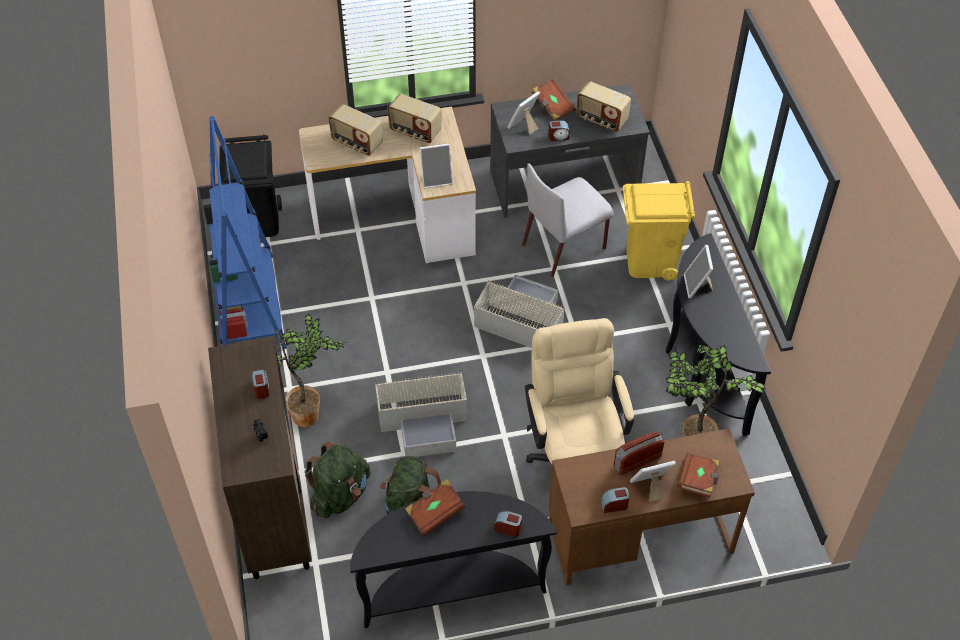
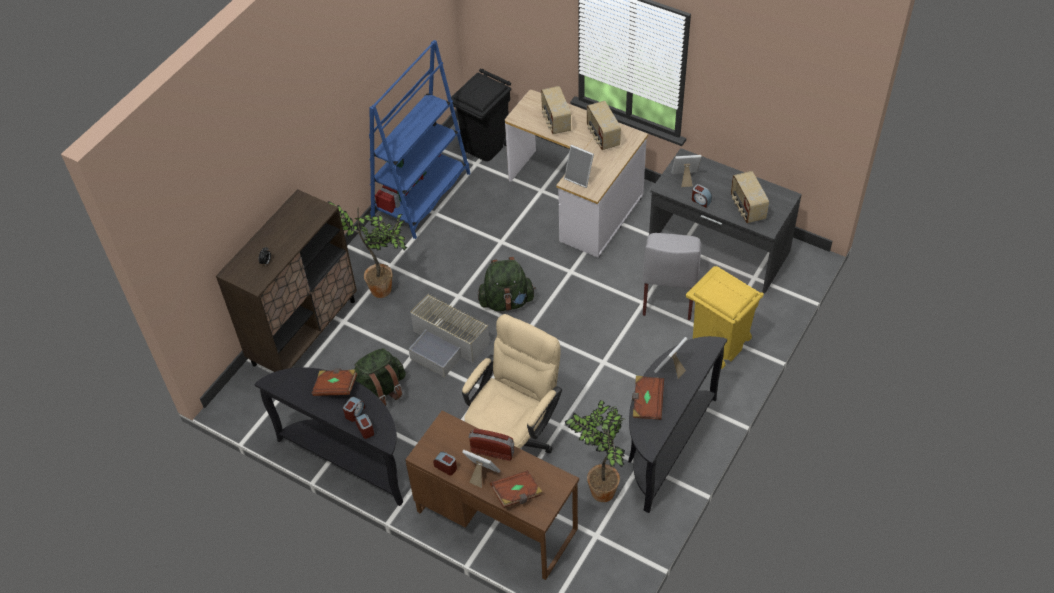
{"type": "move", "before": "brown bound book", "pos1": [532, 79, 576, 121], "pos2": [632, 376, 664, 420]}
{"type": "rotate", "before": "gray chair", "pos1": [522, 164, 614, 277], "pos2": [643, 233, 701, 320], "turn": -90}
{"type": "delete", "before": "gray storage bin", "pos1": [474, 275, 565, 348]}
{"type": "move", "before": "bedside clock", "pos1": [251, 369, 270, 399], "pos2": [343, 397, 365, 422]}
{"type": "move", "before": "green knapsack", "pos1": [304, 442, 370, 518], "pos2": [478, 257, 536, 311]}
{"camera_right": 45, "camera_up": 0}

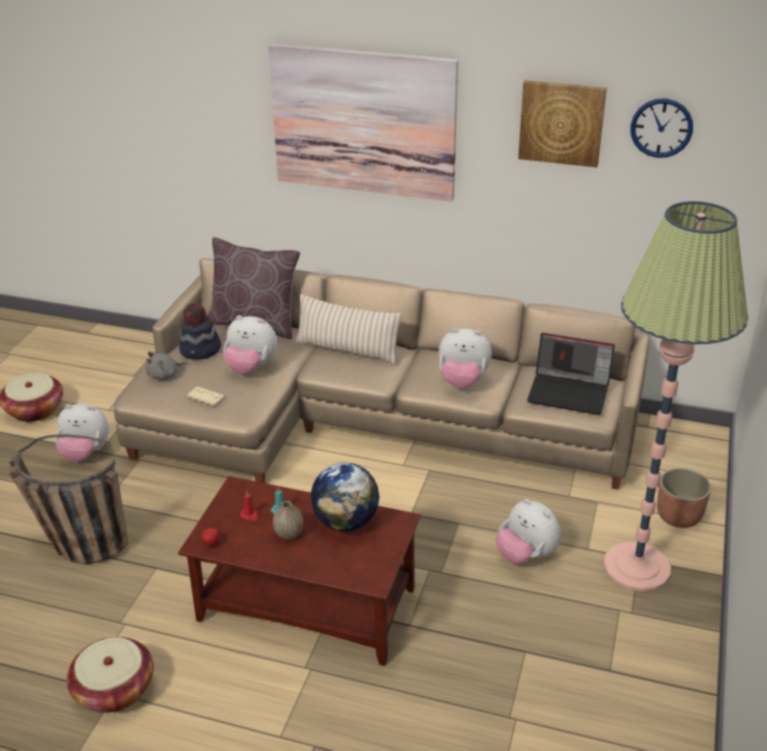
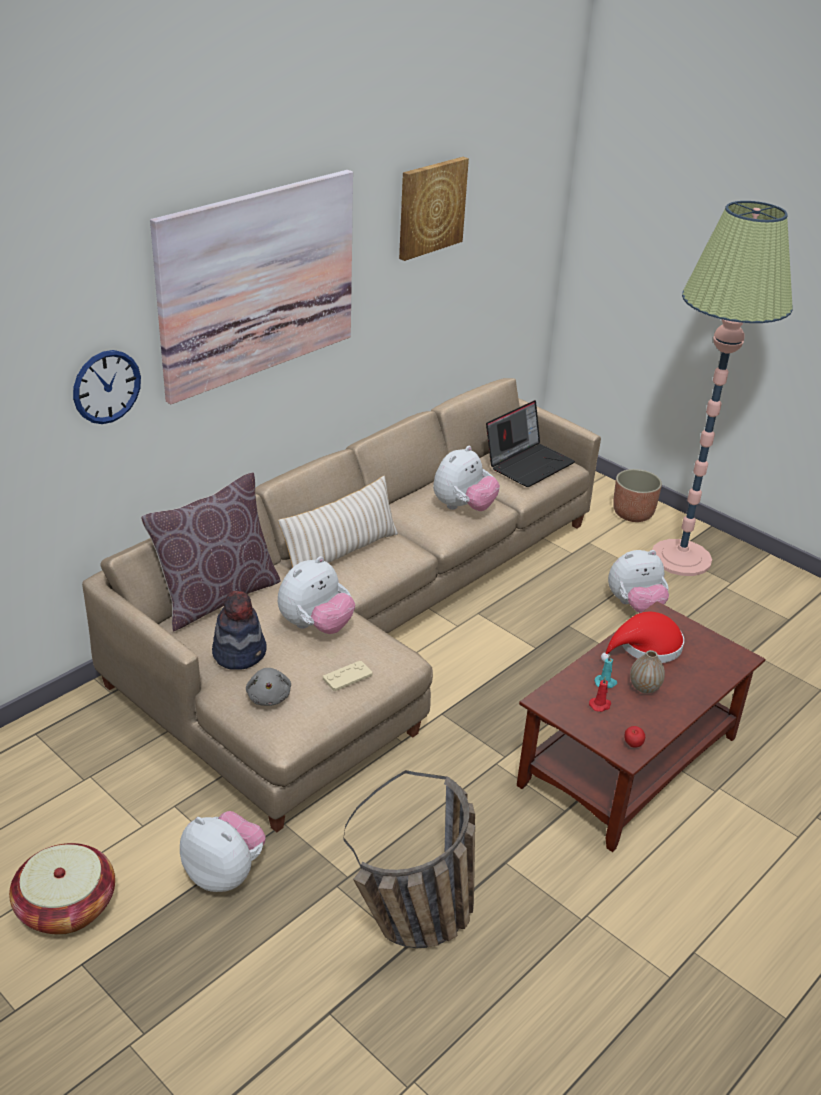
{"type": "move", "before": "hanging clock", "pos1": [630, 98, 693, 158], "pos2": [73, 350, 141, 424]}
{"type": "rotate", "before": "soft toy", "pos1": [55, 404, 109, 462], "pos2": [180, 811, 266, 892], "turn": -90}
{"type": "replace", "before": "globe", "after": "reddish hat", "pos1": [310, 463, 379, 531], "pos2": [601, 612, 684, 663]}
{"type": "delete", "before": "household basket", "pos1": [67, 637, 154, 713]}
{"camera_right": -65, "camera_up": 0}

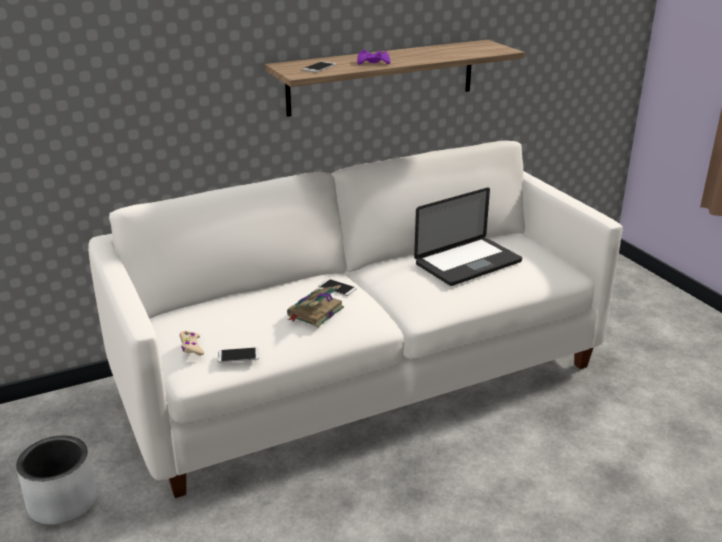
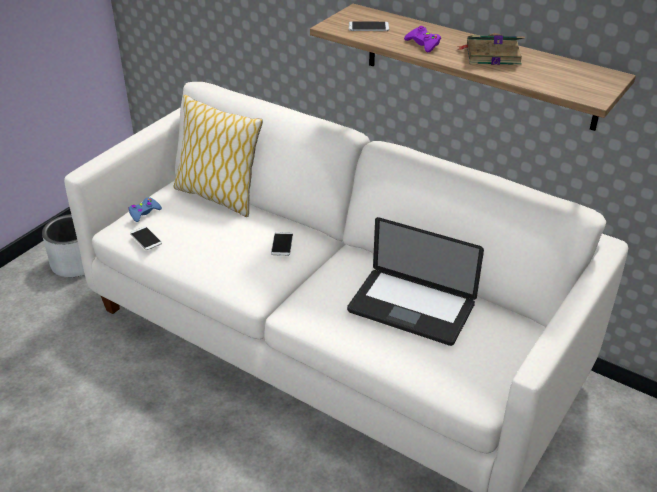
{"type": "move", "before": "bound book", "pos1": [287, 285, 344, 327], "pos2": [457, 33, 525, 65]}
{"type": "recolor", "before": "beige-coloured joypad", "after": "blue-coloured joypad", "pos1": [180, 331, 204, 356], "pos2": [129, 197, 162, 222]}
{"type": "insert", "after": "pillow", "pos2": [173, 95, 263, 217]}
{"camera_right": 60, "camera_up": 10}

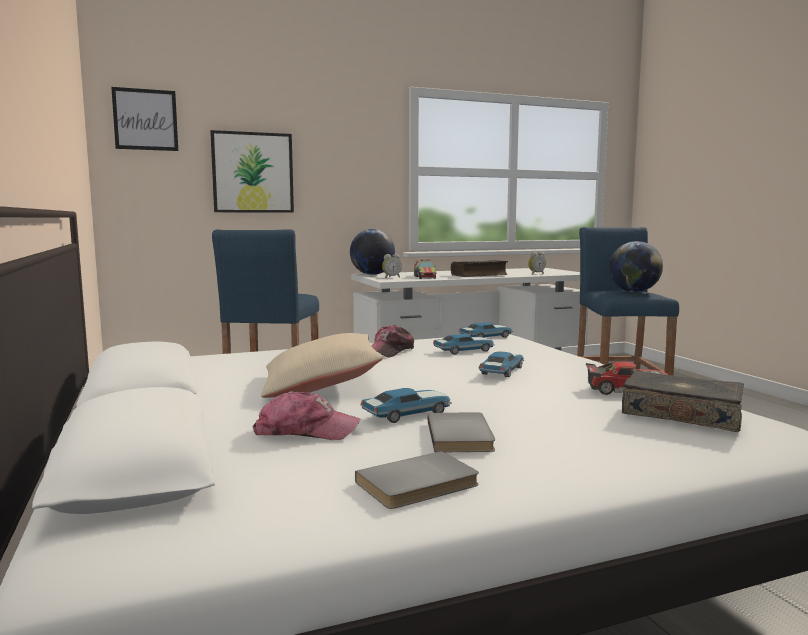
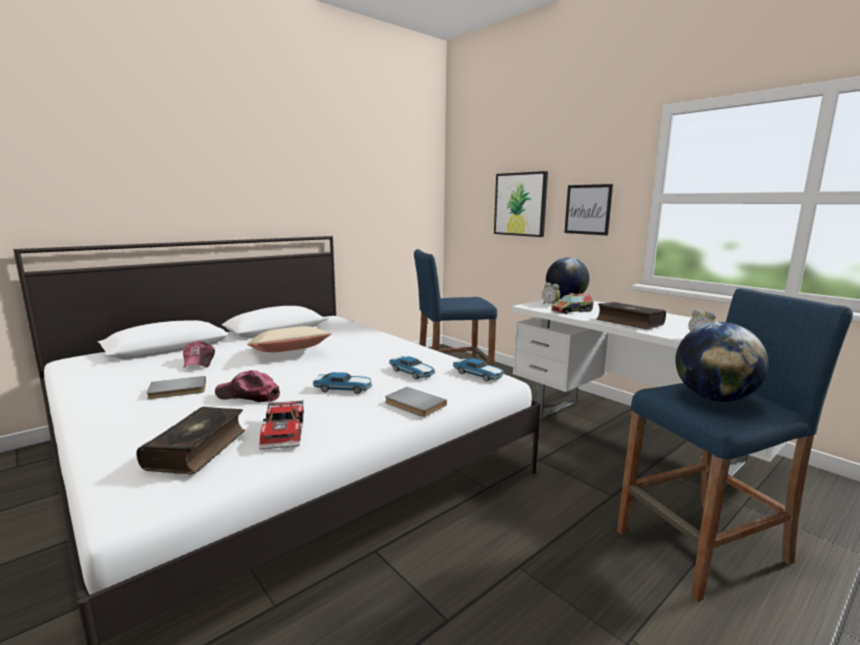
{"type": "move", "before": "picture", "pos1": [111, 87, 178, 151], "pos2": [564, 184, 613, 235]}
{"type": "move", "before": "baseball cap", "pos1": [371, 325, 414, 357], "pos2": [215, 370, 280, 402]}
{"type": "delete", "before": "miniature car", "pos1": [361, 388, 452, 423]}
{"type": "move", "before": "gray bound book", "pos1": [355, 451, 479, 509], "pos2": [385, 387, 447, 417]}
{"camera_right": 70, "camera_up": 5}

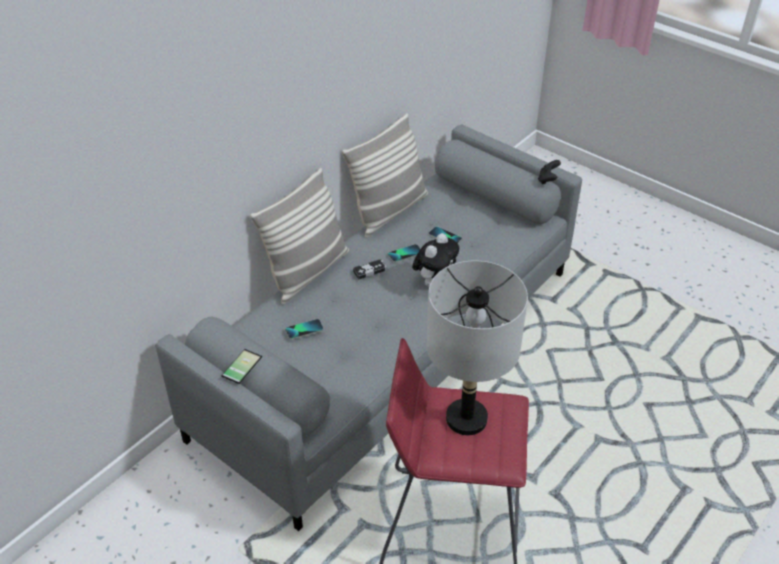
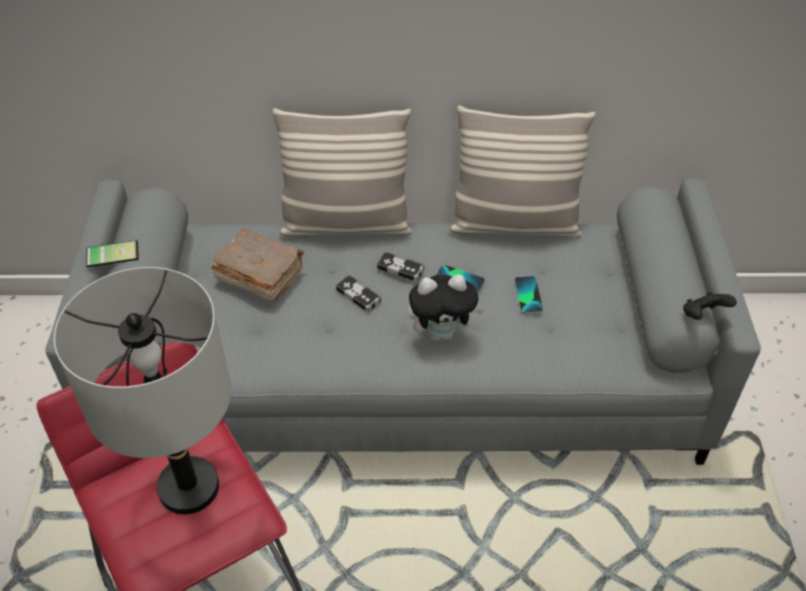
{"type": "replace", "before": "phone", "after": "brown bound book", "pos1": [285, 319, 324, 340], "pos2": [211, 229, 304, 301]}
{"type": "insert", "after": "joypad", "pos2": [336, 275, 381, 312]}
{"camera_right": 50, "camera_up": 5}

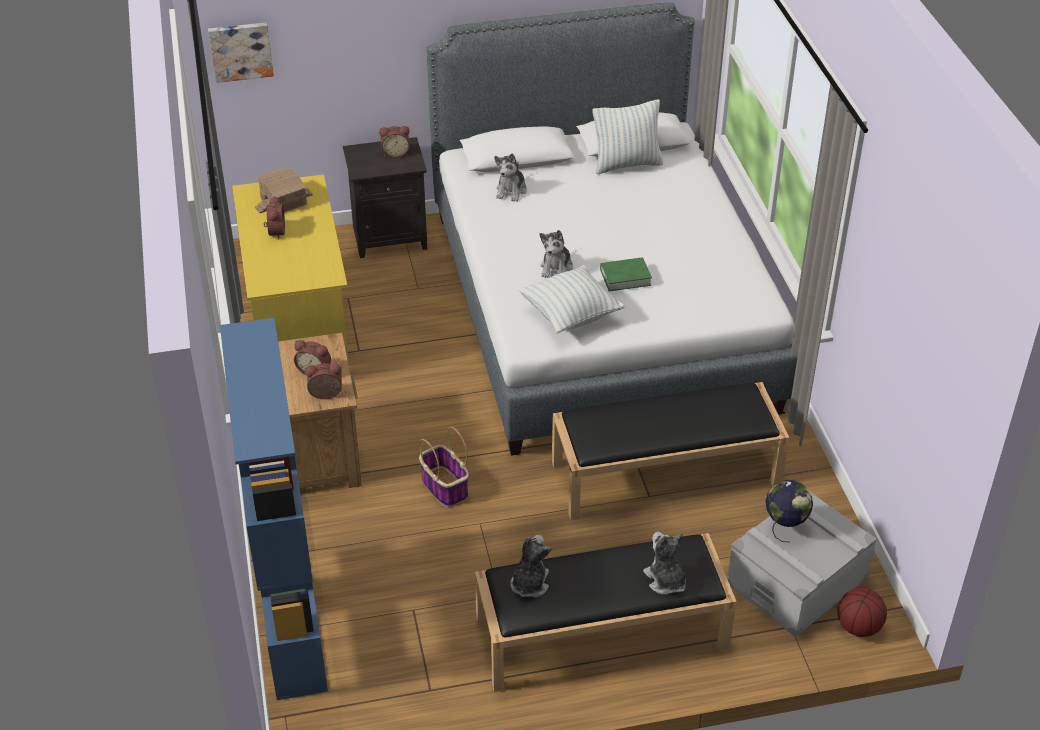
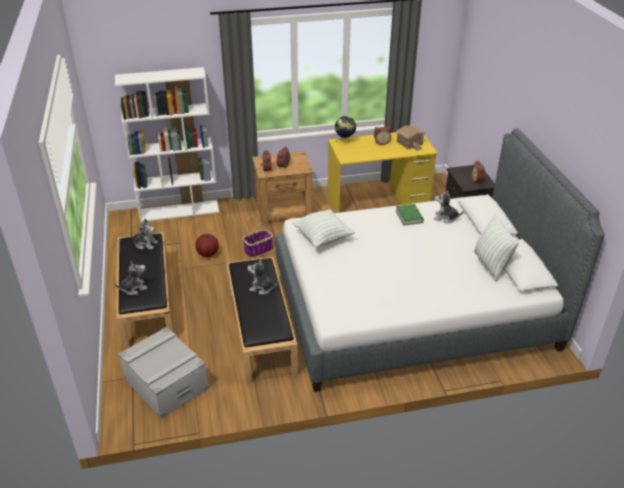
{"type": "delete", "before": "picture", "pos1": [208, 23, 274, 83]}
{"type": "move", "before": "soft toy", "pos1": [540, 230, 573, 278], "pos2": [247, 259, 279, 295]}
{"type": "move", "before": "green bound book", "pos1": [600, 257, 652, 291], "pos2": [396, 204, 424, 226]}
{"type": "recolor", "before": "blue-coloured bookshelf", "after": "whitish bookshelf", "pos1": [220, 318, 328, 700], "pos2": [115, 67, 219, 222]}
{"type": "move", "before": "globe", "pos1": [766, 480, 813, 543], "pos2": [335, 116, 356, 143]}
{"type": "move", "before": "basketball ball", "pos1": [837, 588, 887, 637], "pos2": [195, 234, 219, 257]}
{"camera_right": 90, "camera_up": -5}

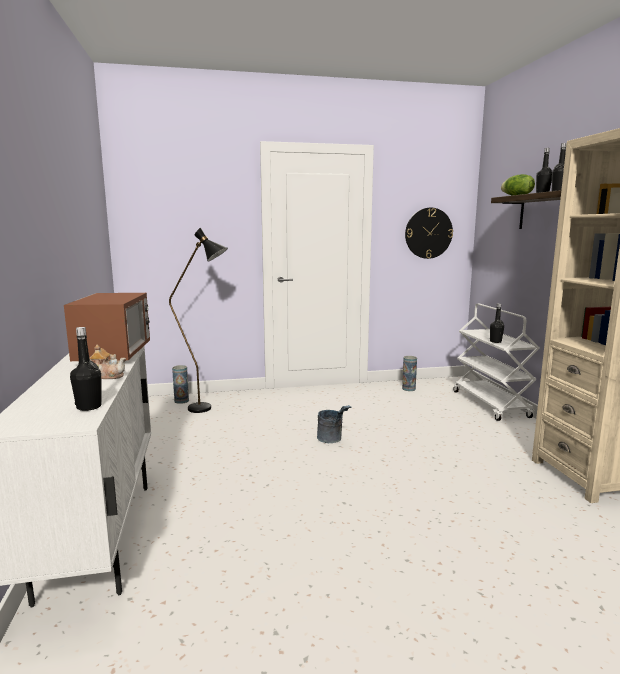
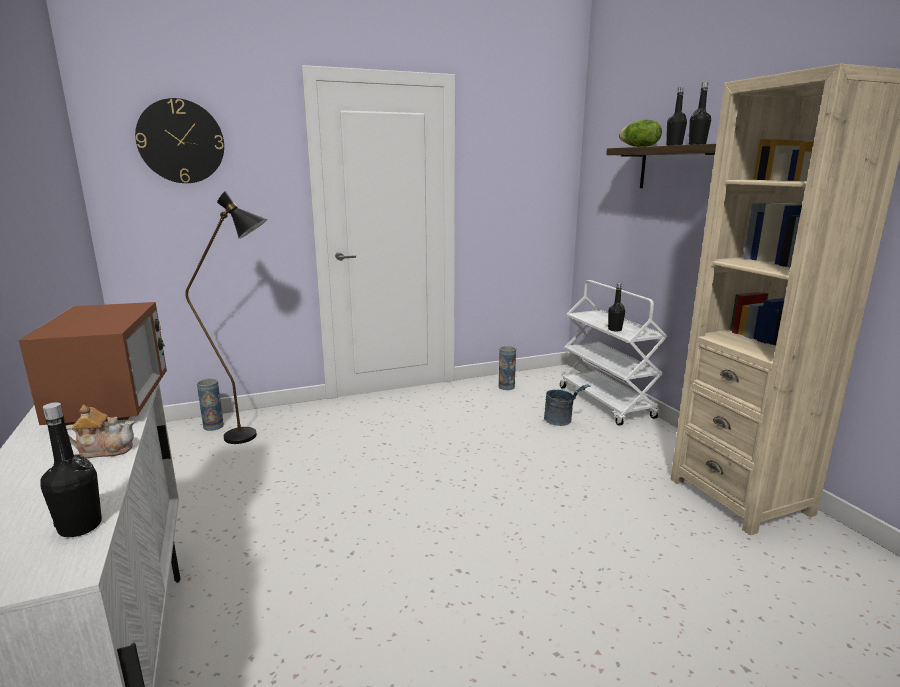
{"type": "move", "before": "hanging clock", "pos1": [405, 208, 453, 259], "pos2": [135, 98, 224, 183]}
{"type": "move", "before": "gray pail", "pos1": [317, 405, 352, 443], "pos2": [544, 384, 591, 426]}
{"camera_right": -10, "camera_up": 5}

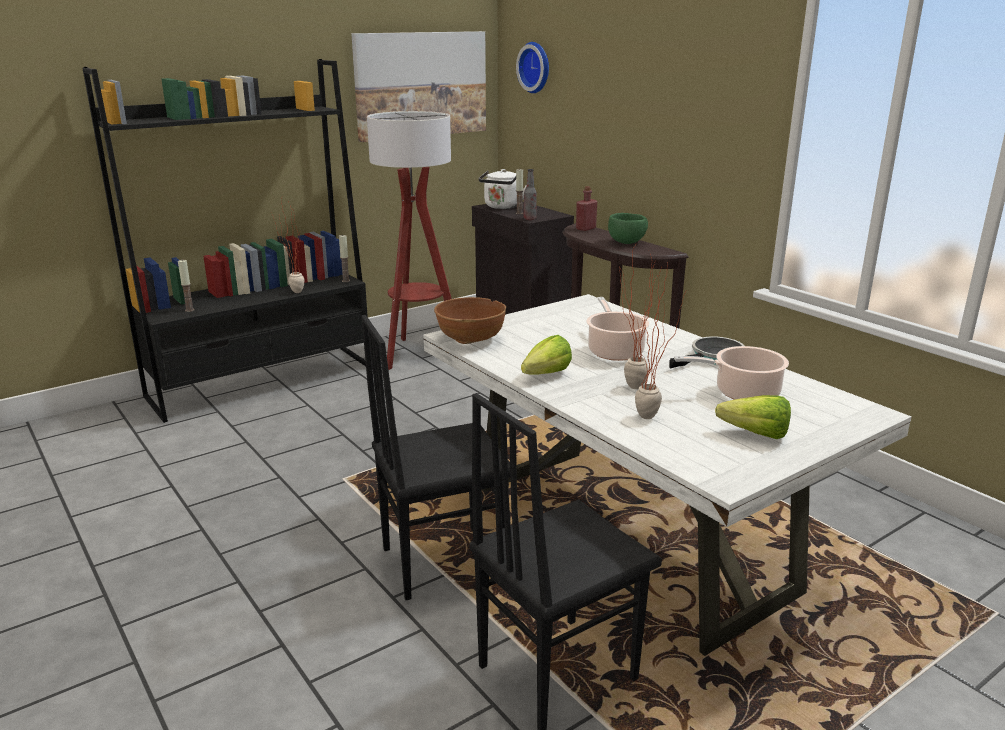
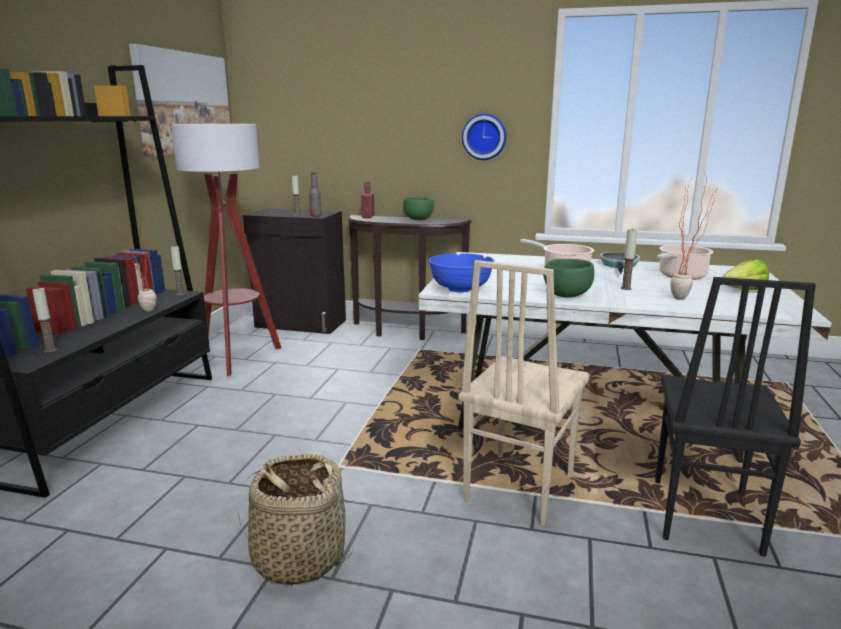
{"type": "move", "before": "hanging clock", "pos1": [516, 42, 549, 93], "pos2": [462, 114, 506, 160]}
{"type": "delete", "before": "whitish kettle", "pos1": [479, 169, 527, 209]}
{"type": "replace", "before": "plant in a pot", "after": "wax light", "pos1": [619, 242, 655, 389], "pos2": [621, 228, 638, 290]}
{"type": "recolor", "before": "brown serving bowl", "after": "blue-coloured serving bowl", "pos1": [434, 297, 506, 344], "pos2": [429, 253, 494, 292]}
{"type": "recolor", "before": "black-coloured chair", "after": "beige-coloured chair", "pos1": [361, 315, 511, 600], "pos2": [459, 260, 590, 526]}
{"type": "replace", "before": "lettuce", "after": "green serving bowl", "pos1": [521, 335, 572, 375], "pos2": [543, 259, 594, 298]}
{"type": "insert", "after": "household basket", "pos2": [237, 454, 353, 586]}
{"camera_right": -40, "camera_up": -5}

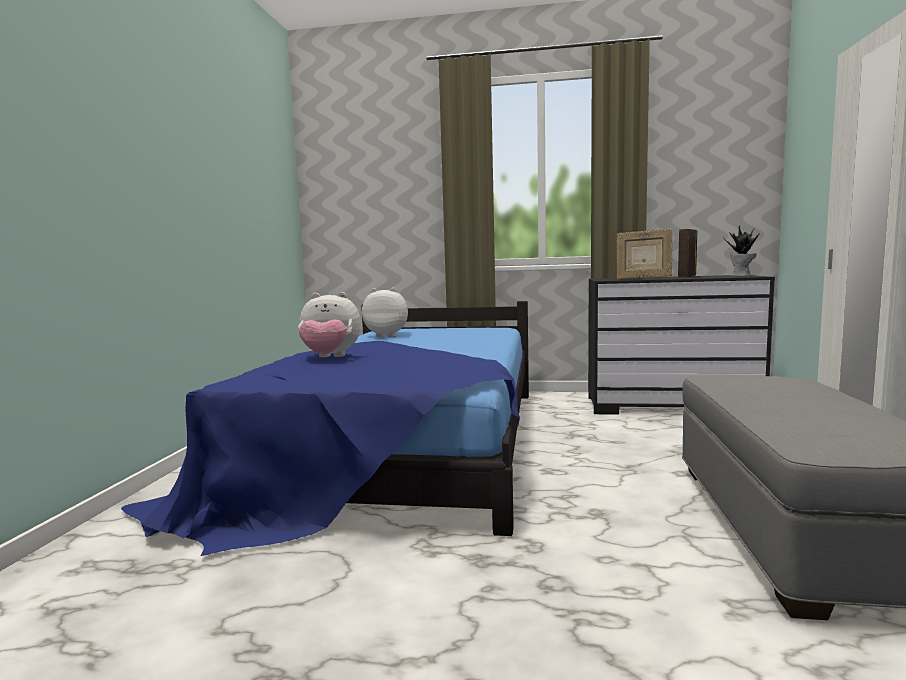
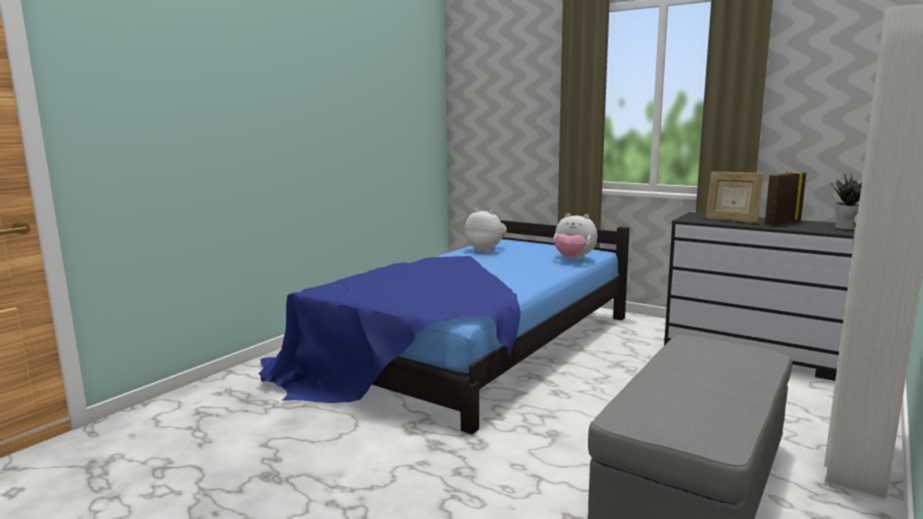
{"type": "move", "before": "soft toy", "pos1": [298, 292, 361, 357], "pos2": [554, 213, 597, 259]}
{"camera_right": 25, "camera_up": 5}

